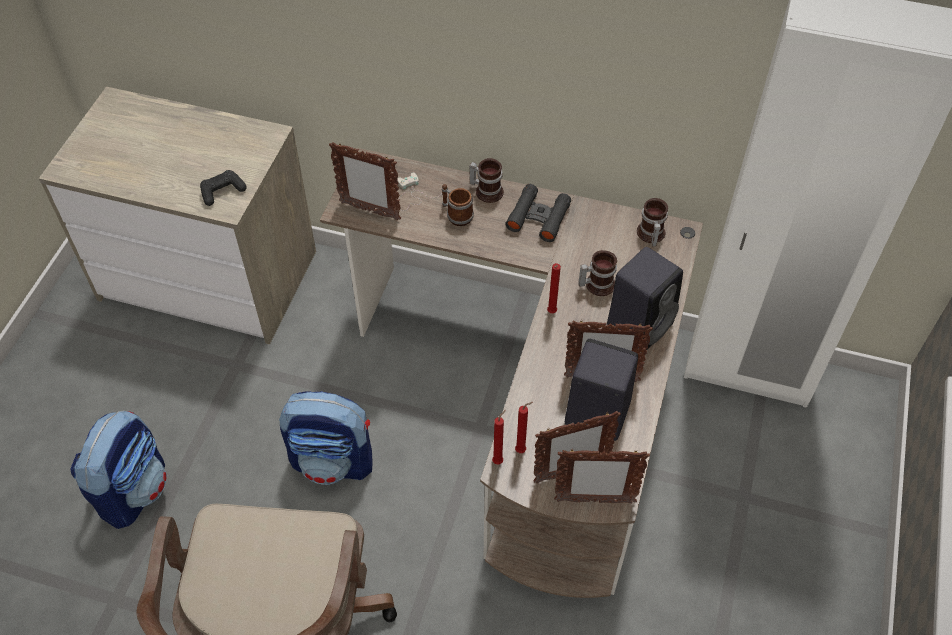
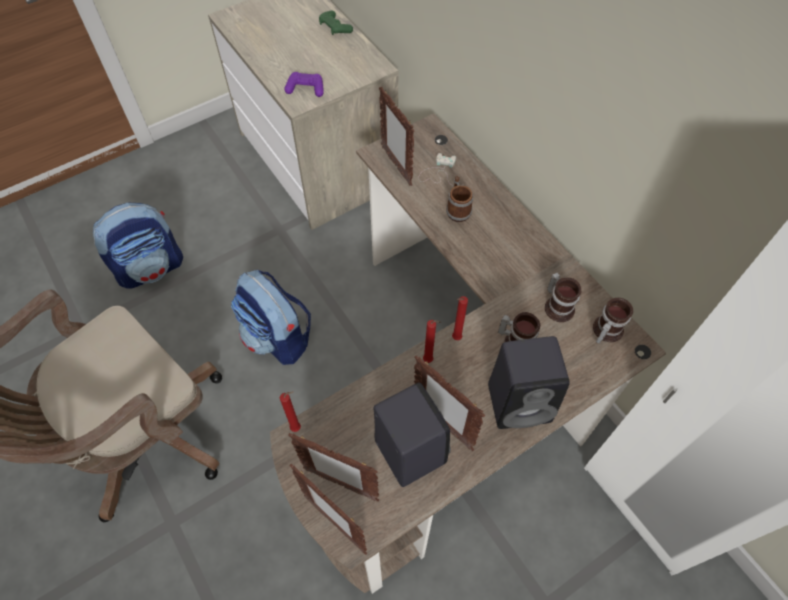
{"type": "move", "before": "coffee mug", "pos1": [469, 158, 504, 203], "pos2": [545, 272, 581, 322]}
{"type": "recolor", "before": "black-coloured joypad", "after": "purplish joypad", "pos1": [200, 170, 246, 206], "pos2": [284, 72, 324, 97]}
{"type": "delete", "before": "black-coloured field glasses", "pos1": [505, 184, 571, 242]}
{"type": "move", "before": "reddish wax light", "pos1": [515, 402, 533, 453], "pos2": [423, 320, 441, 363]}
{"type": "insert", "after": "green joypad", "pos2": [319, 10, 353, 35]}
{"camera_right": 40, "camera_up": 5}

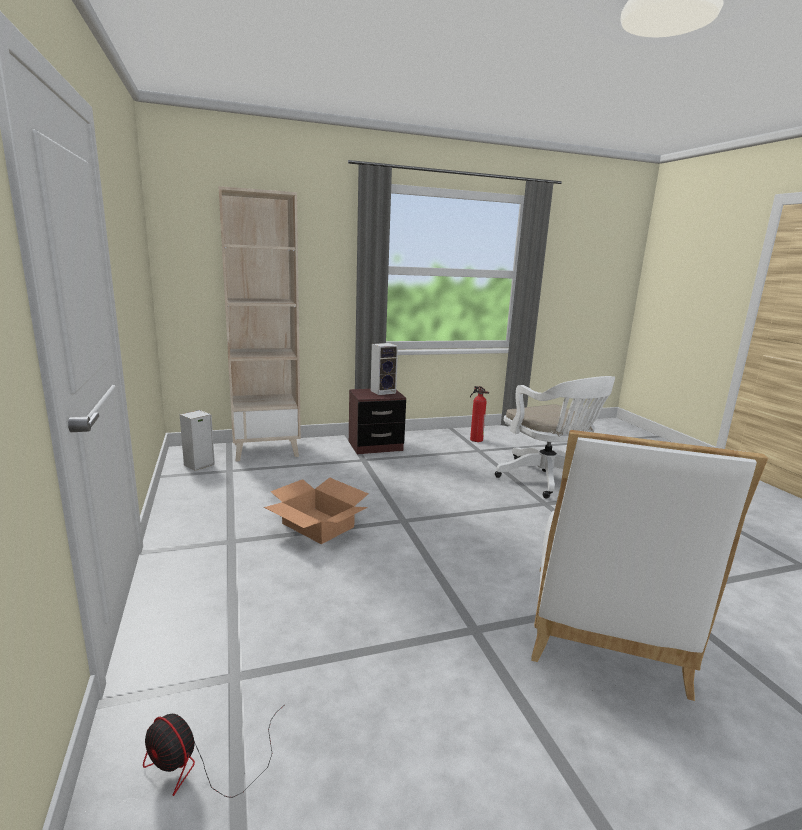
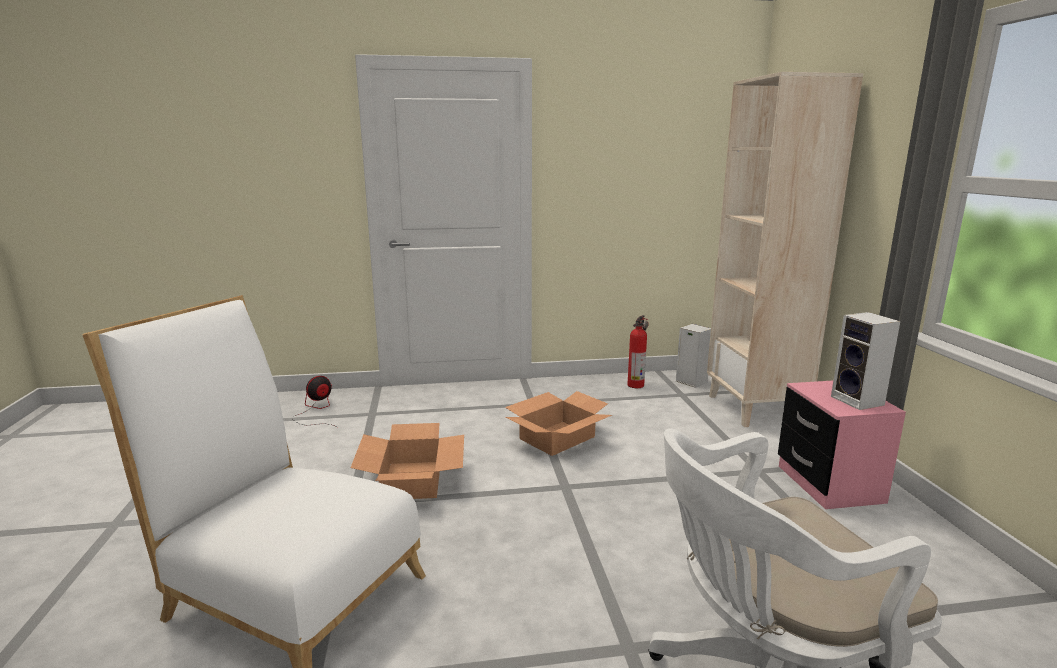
{"type": "move", "before": "fire extinguisher", "pos1": [470, 386, 489, 442], "pos2": [627, 315, 649, 388]}
{"type": "recolor", "before": "brown bedside table", "after": "pink-coloured bedside table", "pos1": [349, 389, 406, 454], "pos2": [778, 381, 906, 509]}
{"type": "insert", "after": "carton", "pos2": [350, 423, 464, 499]}
{"camera_right": 100, "camera_up": 0}

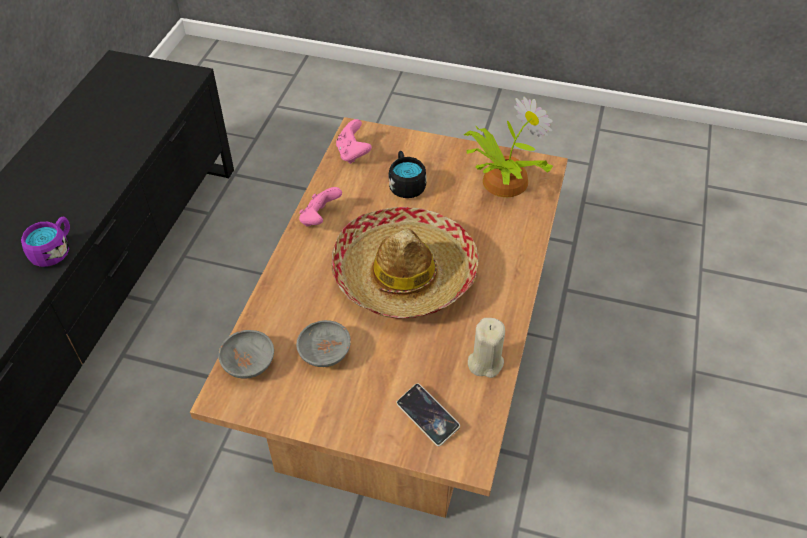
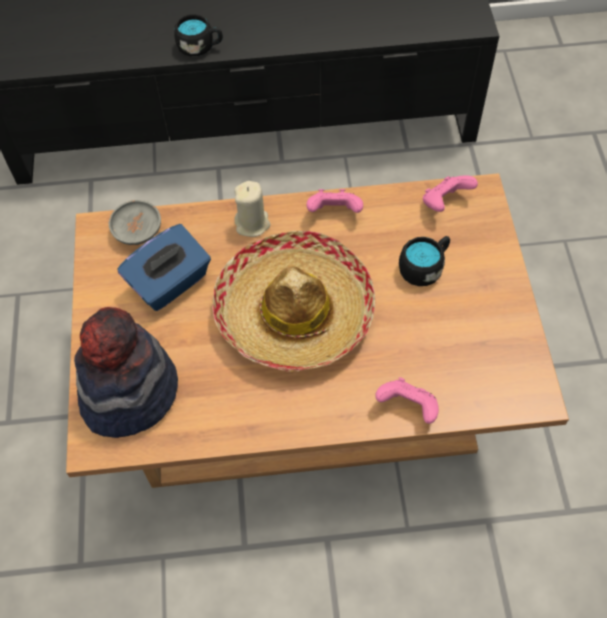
{"type": "delete", "before": "plant in a pot", "pos1": [464, 97, 553, 197]}
{"type": "recolor", "before": "purplish coffee mug", "after": "black-coloured coffee mug", "pos1": [21, 217, 70, 267], "pos2": [174, 14, 223, 57]}
{"type": "move", "before": "beige-coloured wax light", "pos1": [468, 318, 505, 378], "pos2": [234, 181, 271, 237]}
{"type": "replace", "before": "gray serving bowl", "after": "blue-coloured box of tissues", "pos1": [296, 320, 351, 367], "pos2": [117, 224, 211, 311]}
{"type": "replace", "before": "phone", "after": "hat", "pos1": [396, 383, 460, 446], "pos2": [74, 307, 178, 438]}
{"type": "insert", "after": "pink-coloured joypad", "pos2": [375, 377, 439, 424]}
{"camera_right": 70, "camera_up": 10}

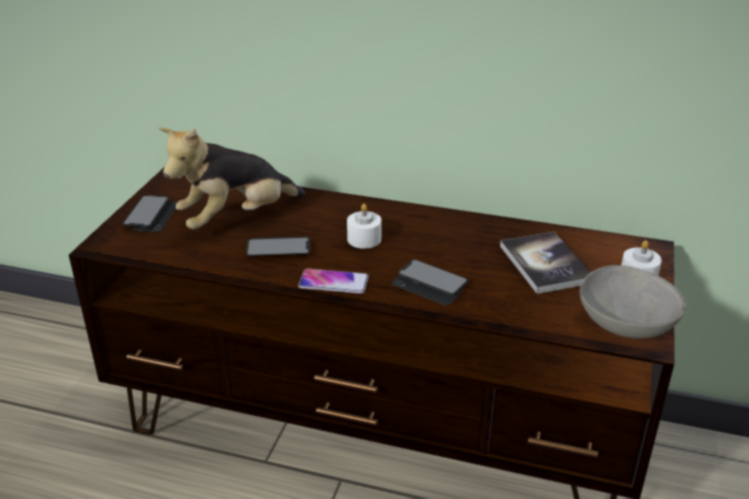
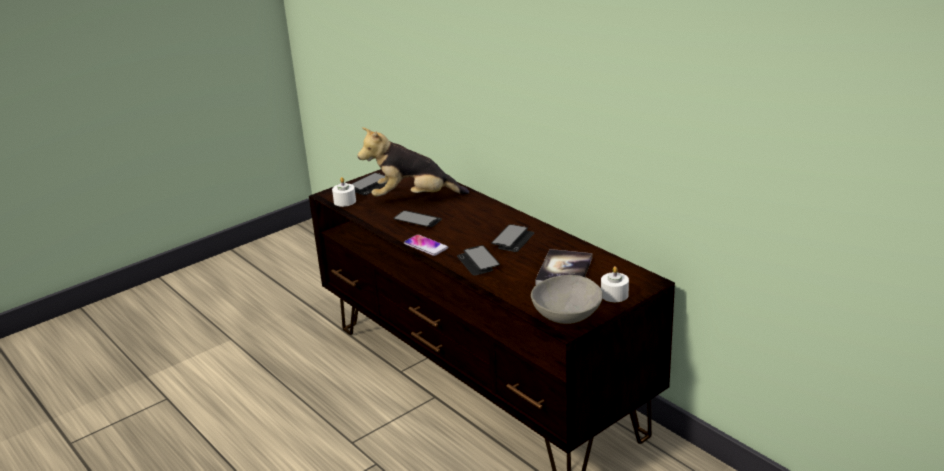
{"type": "move", "before": "whitish wax light", "pos1": [347, 203, 381, 249], "pos2": [332, 177, 356, 207]}
{"type": "insert", "after": "phone", "pos2": [491, 224, 534, 252]}
{"camera_right": 35, "camera_up": -5}

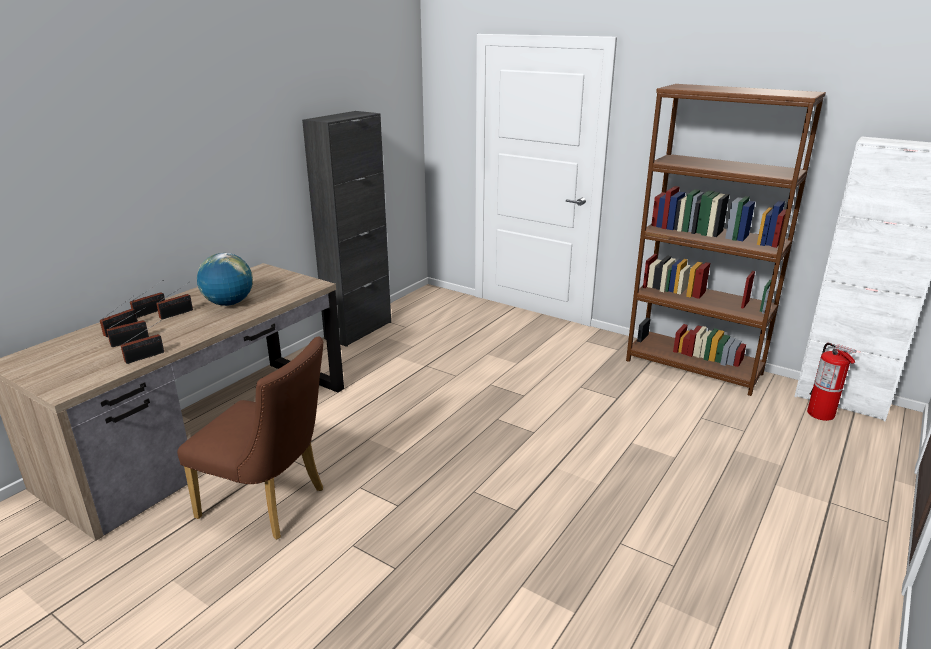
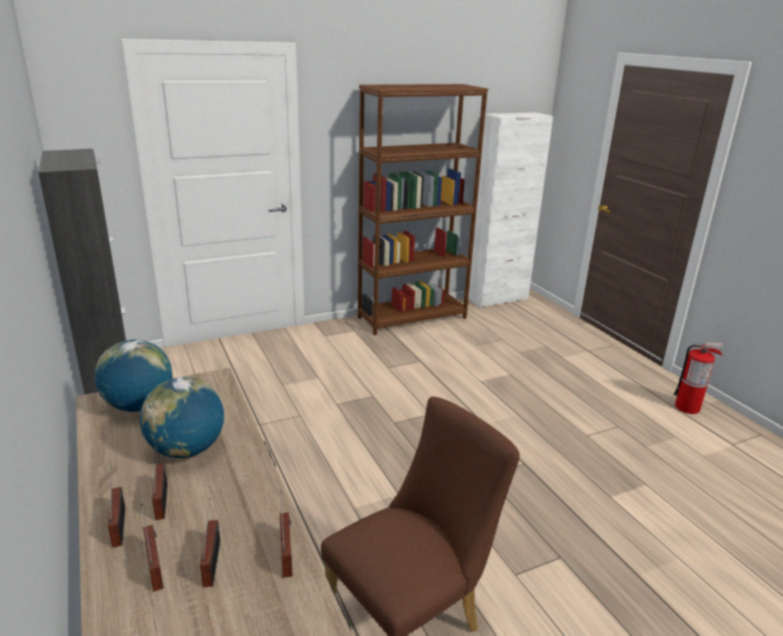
{"type": "move", "before": "fire extinguisher", "pos1": [807, 343, 857, 421], "pos2": [674, 343, 724, 414]}
{"type": "insert", "after": "globe", "pos2": [95, 339, 173, 412]}
{"camera_right": -60, "camera_up": 0}

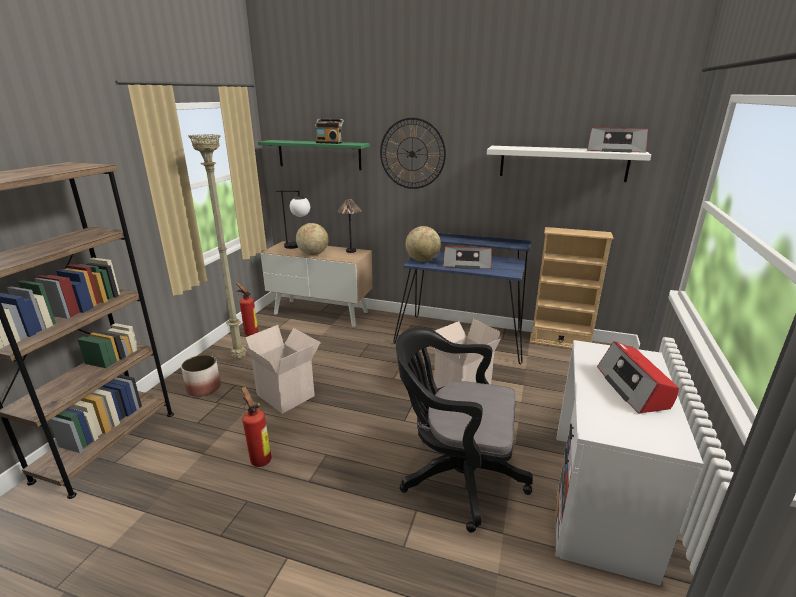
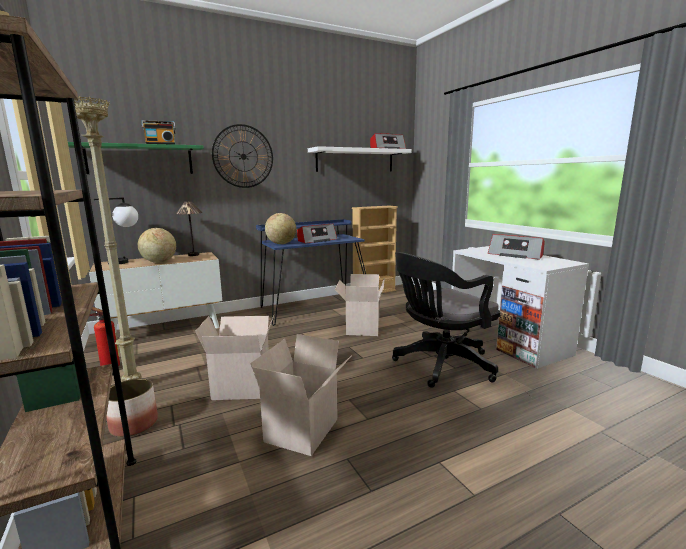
{"type": "replace", "before": "fire extinguisher", "after": "carton", "pos1": [240, 386, 272, 467], "pos2": [250, 334, 352, 456]}
{"camera_right": -45, "camera_up": -10}

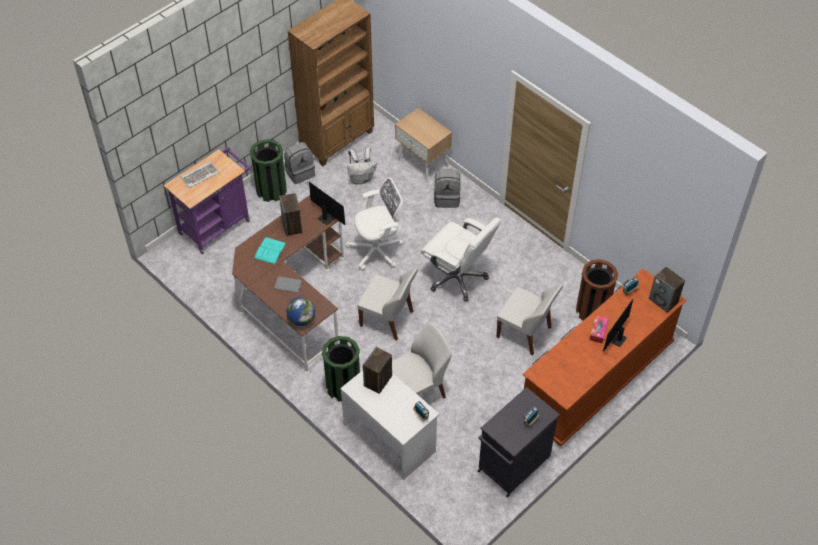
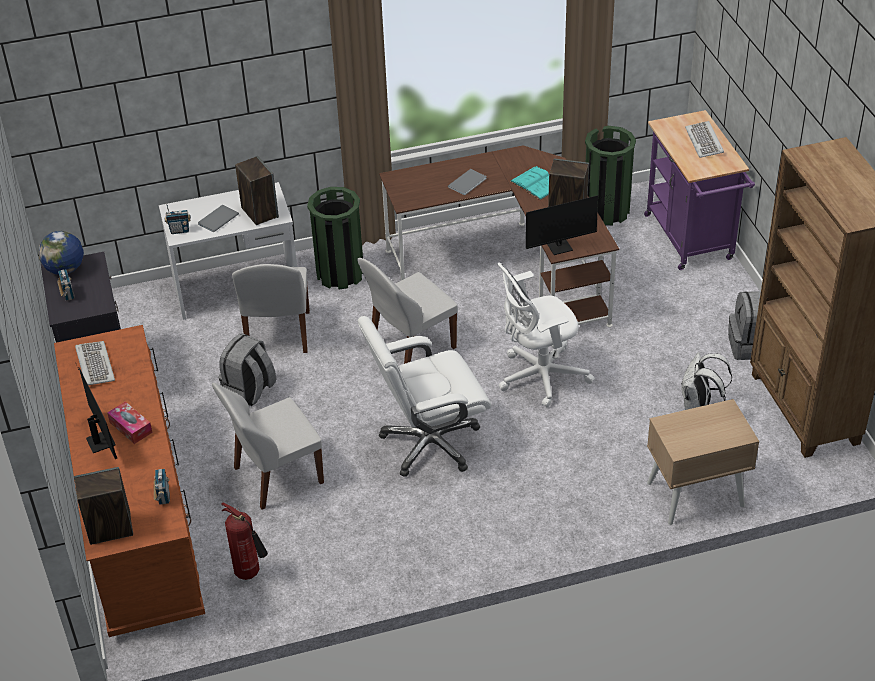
{"type": "move", "before": "green waste bin", "pos1": [250, 139, 287, 202], "pos2": [585, 126, 636, 226]}
{"type": "move", "before": "gray knapsack", "pos1": [434, 169, 461, 208], "pos2": [218, 333, 276, 406]}
{"type": "rotate", "before": "whitish computer chair", "pos1": [345, 177, 403, 271], "pos2": [497, 263, 595, 407], "turn": 60}
{"type": "replace", "before": "brown waste bin", "after": "fire extinguisher", "pos1": [576, 259, 618, 321], "pos2": [221, 502, 268, 580]}
{"type": "move", "before": "globe", "pos1": [286, 297, 315, 326], "pos2": [39, 231, 84, 275]}
{"type": "insert", "after": "gray bound book", "pos2": [198, 205, 239, 233]}
{"type": "insert", "after": "PC keyboard", "pos2": [75, 341, 115, 385]}
{"camera_right": 120, "camera_up": -10}

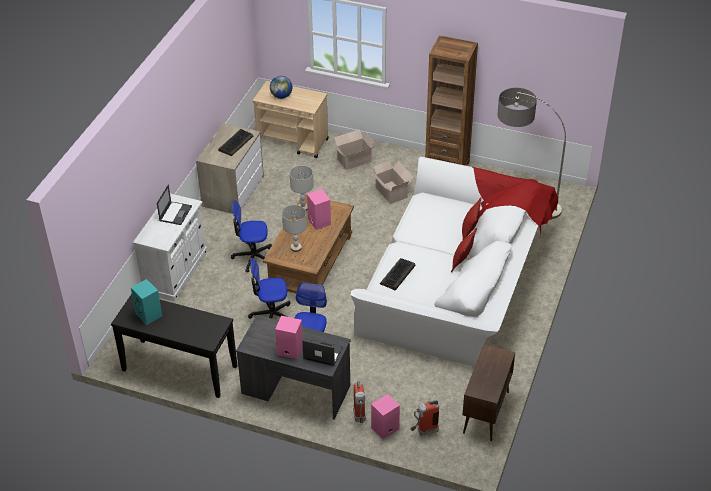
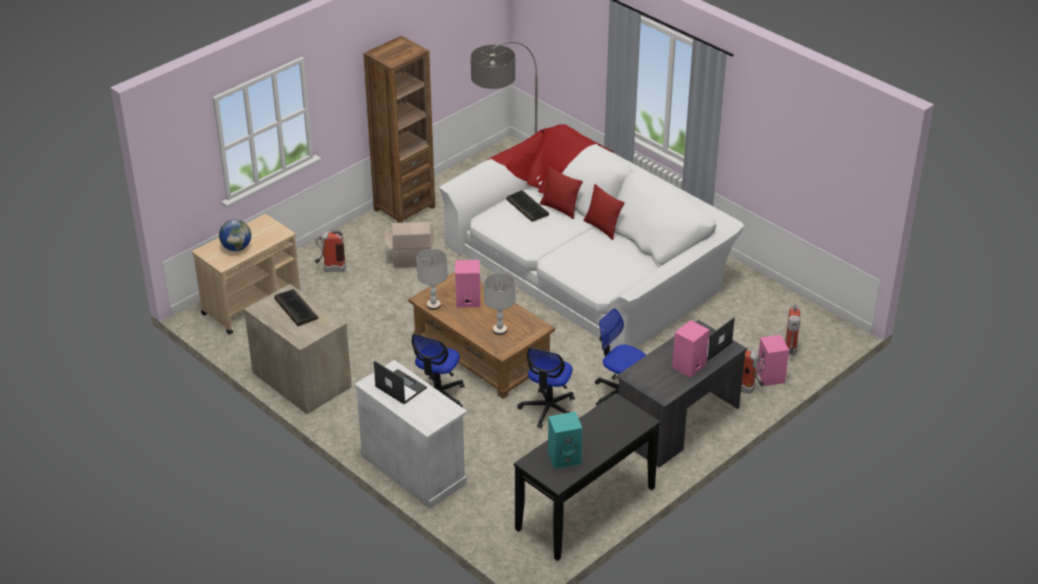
{"type": "replace", "before": "carton", "after": "fire extinguisher", "pos1": [333, 129, 374, 170], "pos2": [315, 229, 346, 272]}
{"type": "move", "before": "PC keyboard", "pos1": [380, 258, 415, 291], "pos2": [506, 190, 549, 222]}
{"type": "delete", "before": "brown storage cabinet", "pos1": [463, 344, 515, 441]}
{"camera_right": -65, "camera_up": -5}

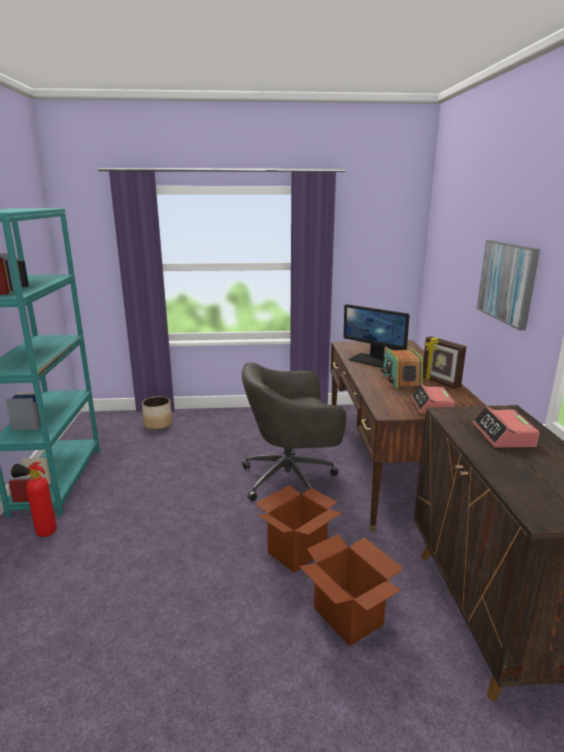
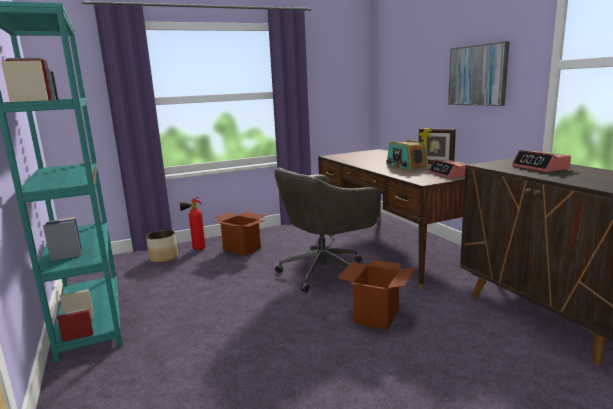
{"type": "delete", "before": "monitor", "pos1": [344, 304, 410, 368]}
{"type": "move", "before": "fire extinguisher", "pos1": [11, 462, 57, 537], "pos2": [180, 197, 206, 250]}
{"type": "move", "before": "carton", "pos1": [299, 534, 404, 646], "pos2": [212, 212, 266, 256]}
{"camera_right": -20, "camera_up": -5}

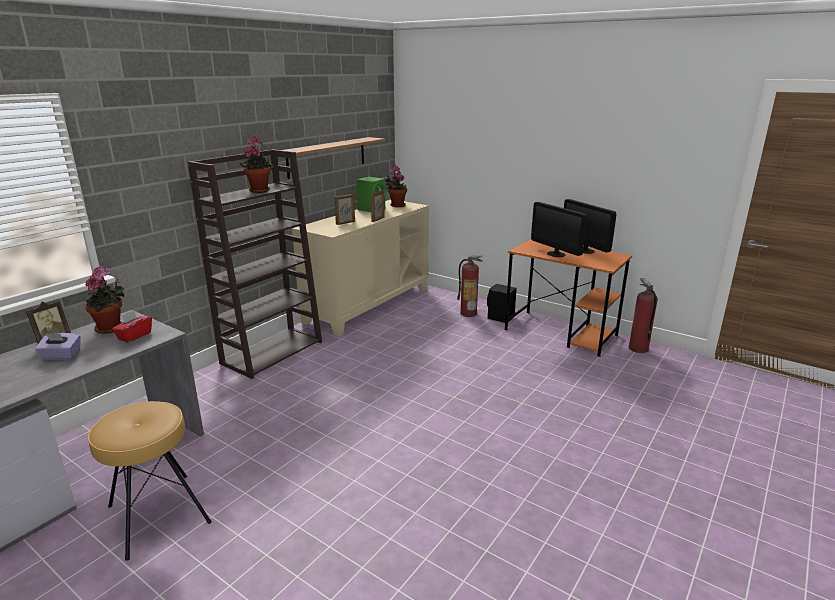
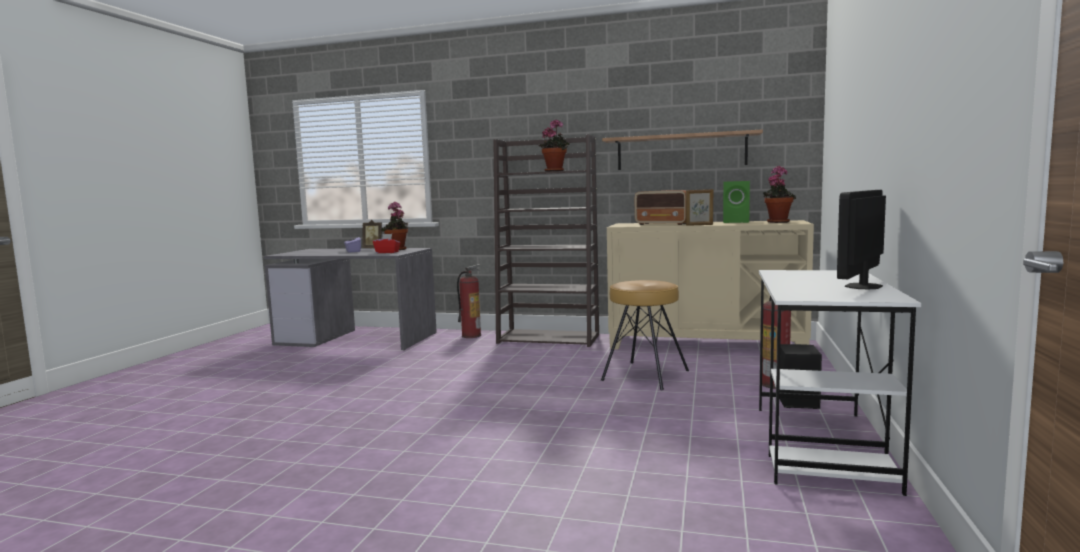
{"type": "replace", "before": "photo frame", "after": "radio receiver", "pos1": [334, 194, 355, 225], "pos2": [635, 190, 686, 225]}
{"type": "delete", "before": "monitor", "pos1": [531, 202, 587, 257]}
{"type": "recolor", "before": "orange-coloured desk unit", "after": "whitish desk unit", "pos1": [505, 239, 632, 357], "pos2": [759, 270, 921, 496]}
{"type": "move", "before": "fire extinguisher", "pos1": [628, 278, 658, 353], "pos2": [457, 264, 481, 338]}
{"type": "move", "before": "brown stool", "pos1": [88, 401, 212, 561], "pos2": [601, 280, 689, 390]}
{"camera_right": 70, "camera_up": -15}

